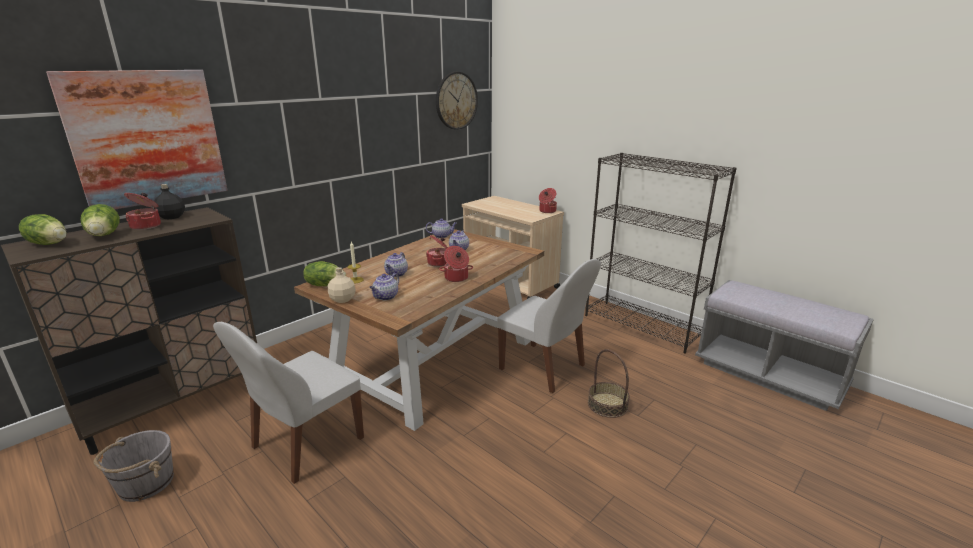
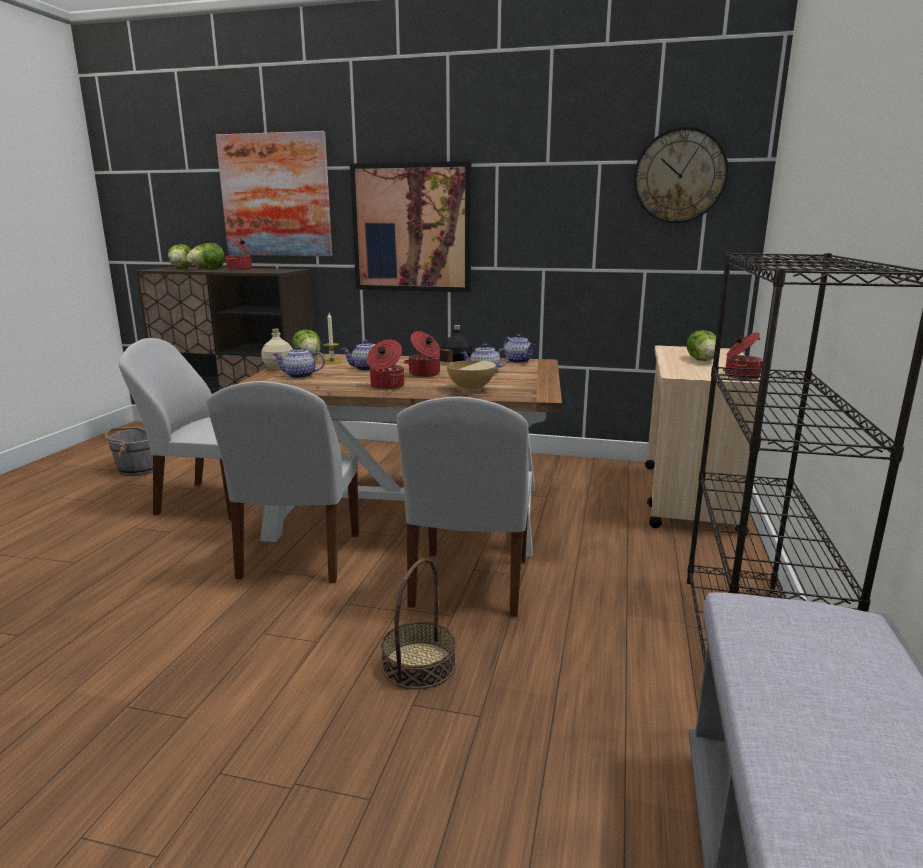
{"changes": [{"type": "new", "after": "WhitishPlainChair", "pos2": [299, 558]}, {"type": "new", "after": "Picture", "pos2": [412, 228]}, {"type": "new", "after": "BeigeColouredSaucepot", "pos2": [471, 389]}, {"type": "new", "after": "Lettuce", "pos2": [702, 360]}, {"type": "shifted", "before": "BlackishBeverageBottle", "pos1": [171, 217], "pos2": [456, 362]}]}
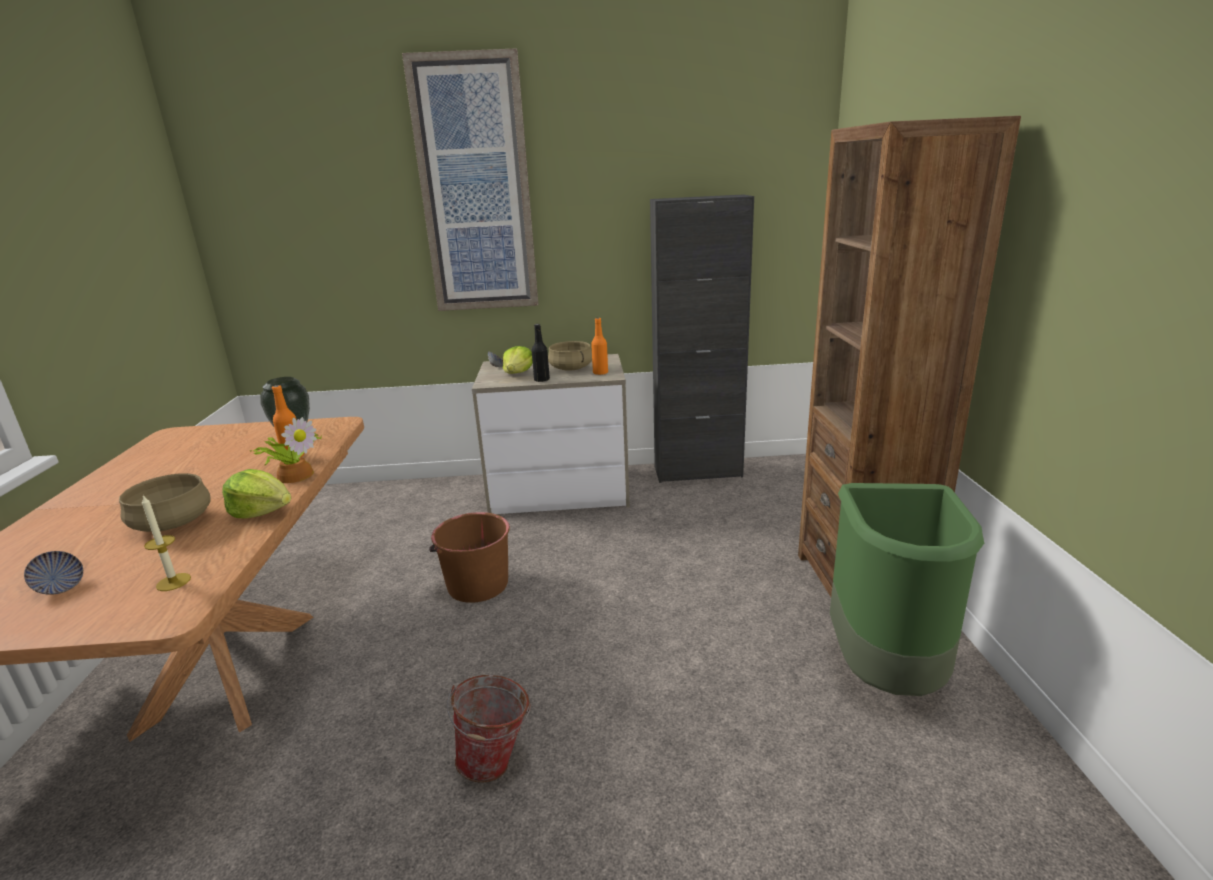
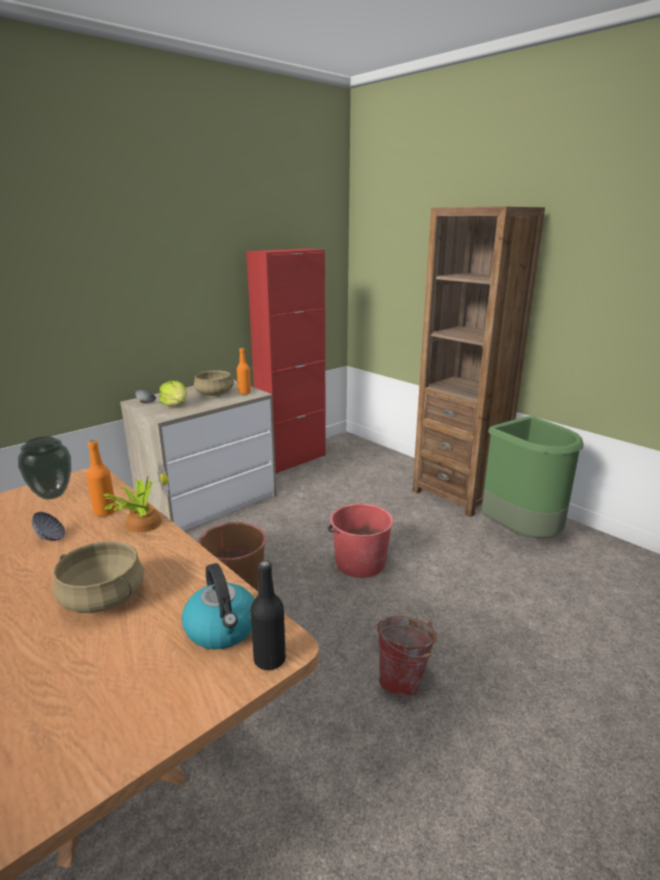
{"changes": [{"type": "gone", "before": "Lettuce", "pos1": [262, 511]}, {"type": "gone", "before": "Picture", "pos1": [475, 188]}, {"type": "new", "after": "ReddishPail", "pos2": [359, 562]}, {"type": "shifted", "before": "Bowl", "pos1": [60, 587], "pos2": [51, 538]}, {"type": "shifted", "before": "BlackishBeverageBottle", "pos1": [541, 380], "pos2": [269, 659]}, {"type": "swapped", "before": "WaxCandle", "after": "Kettle", "pos1": [173, 582], "pos2": [222, 629]}, {"type": "repainted", "before": "BlackishStorageCabinet", "after": "ReddishStorageCabinet", "pos1": [697, 472], "pos2": [292, 460]}]}
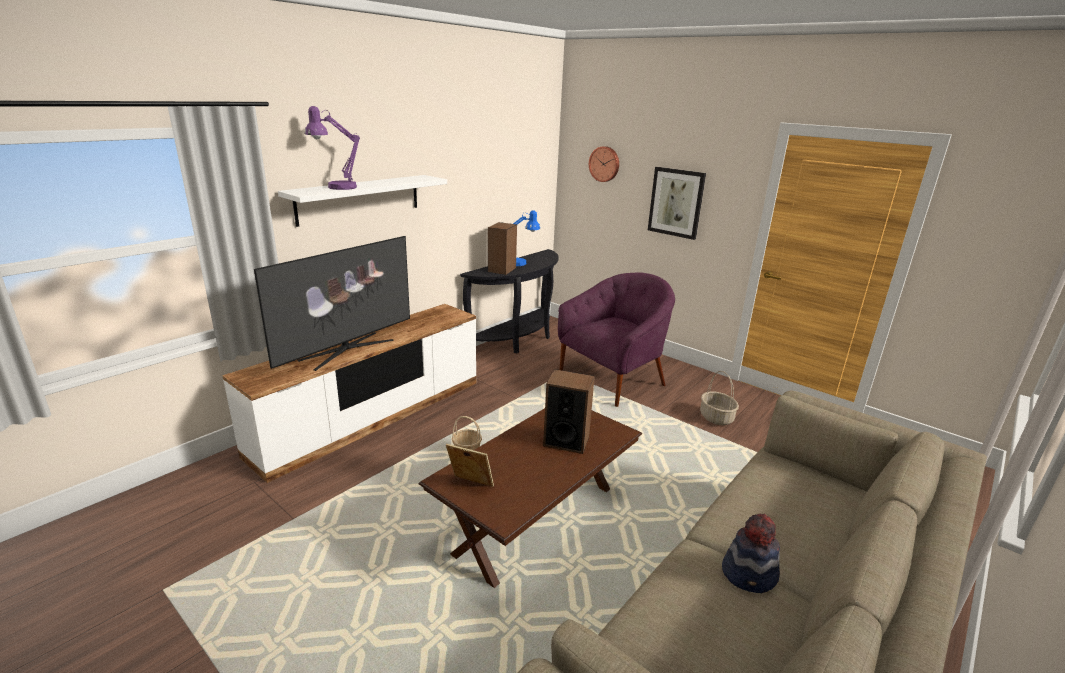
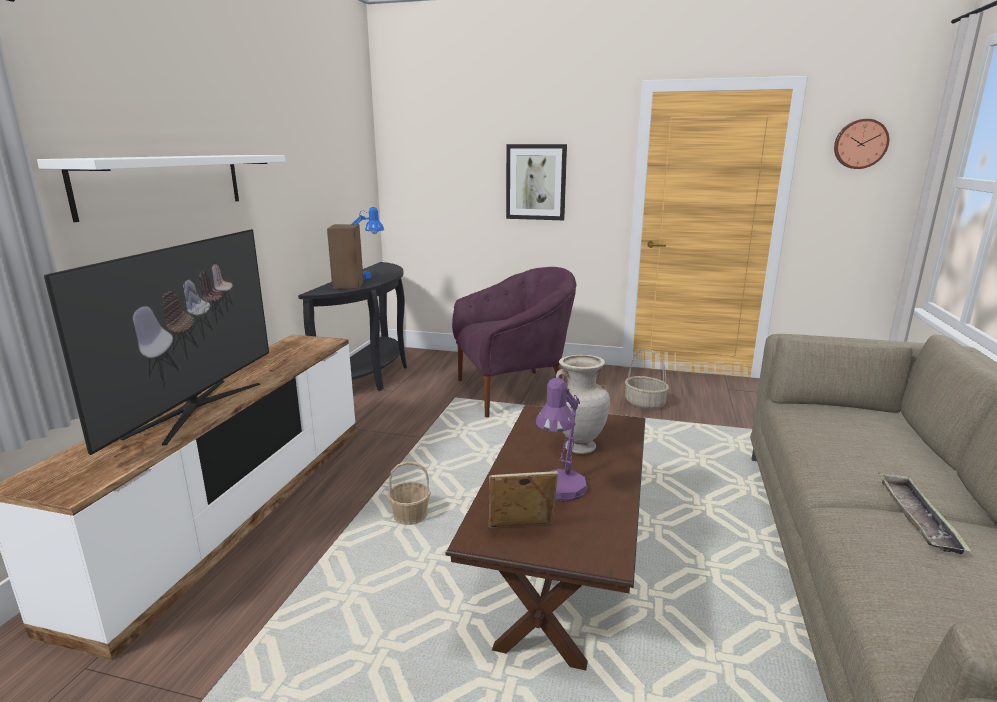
{"changes": [{"type": "shifted", "before": "PurplishTableLamp", "pos1": [336, 188], "pos2": [560, 493]}, {"type": "shifted", "before": "ClockOnTheWall", "pos1": [604, 164], "pos2": [860, 144]}, {"type": "swapped", "before": "Speaker", "after": "BeigeColouredFlowerVase", "pos1": [566, 441], "pos2": [579, 447]}, {"type": "swapped", "before": "ClothingHat", "after": "CarryingTray", "pos1": [750, 574], "pos2": [917, 517]}, {"type": "rotated", "before": "PurplishArmchair", "pos1": [613, 379], "pos2": [513, 392], "turn": 45}]}
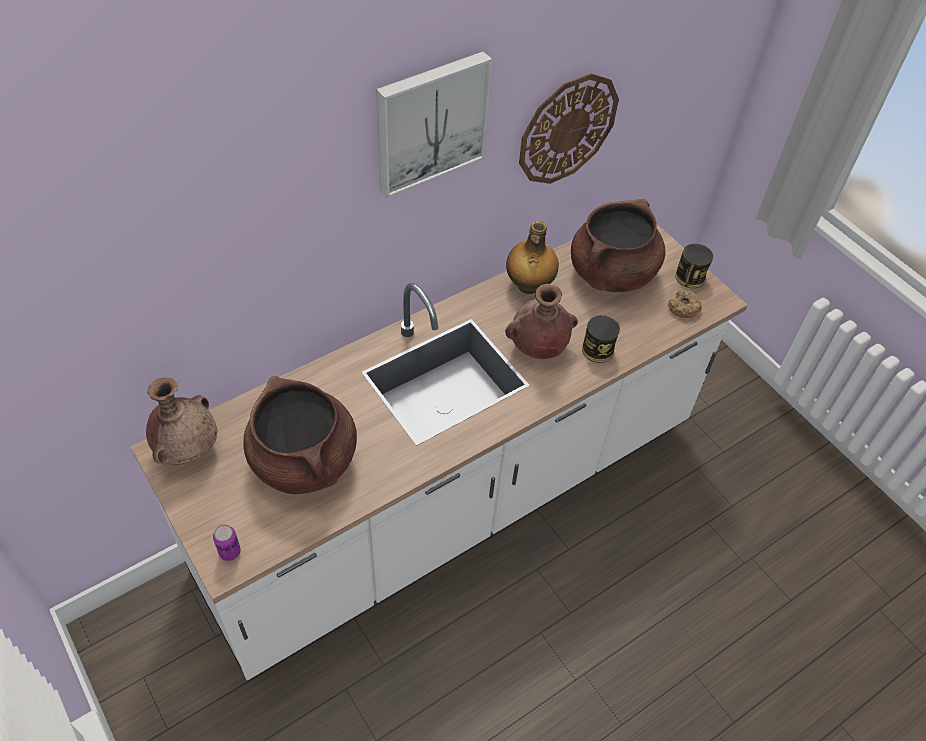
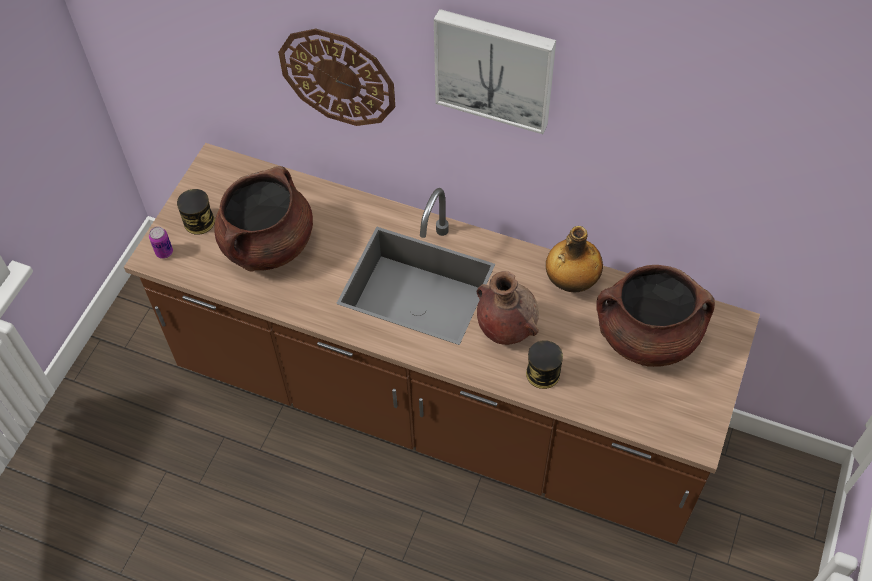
{"changes": [{"type": "gone", "before": "BrownColouredFlowerVase", "pos1": [188, 448]}, {"type": "gone", "before": "RingDoughnut", "pos1": [683, 308]}, {"type": "shifted", "before": "ClockOnTheWall", "pos1": [567, 129], "pos2": [338, 77]}, {"type": "shifted", "before": "Can", "pos1": [690, 277], "pos2": [199, 222]}, {"type": "repainted", "before": "WhitishKitchenCounter", "after": "BrownColouredKitchenCounter", "pos1": [454, 500], "pos2": [439, 407]}]}
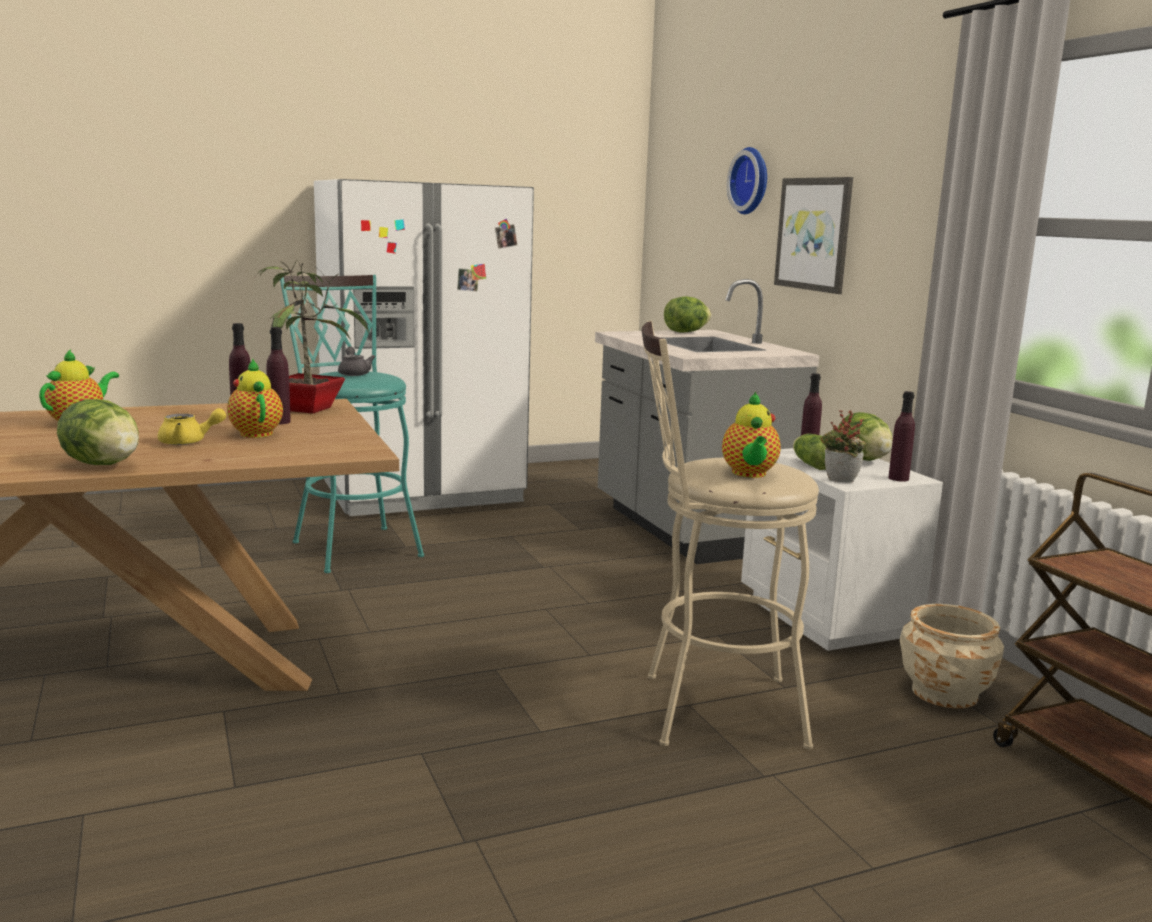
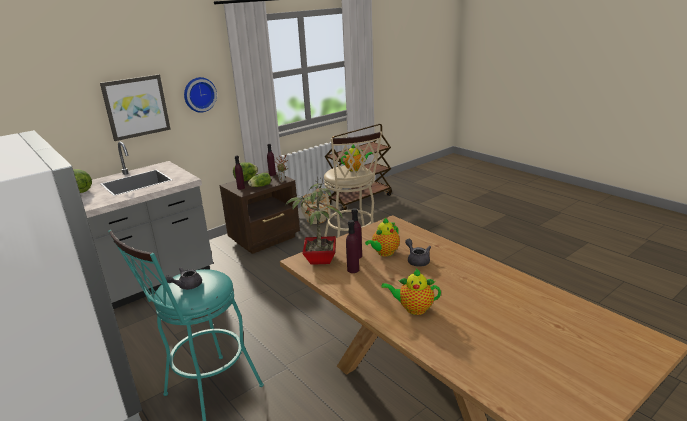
{"changes": [{"type": "gone", "before": "Lettuce", "pos1": [103, 464]}, {"type": "shifted", "before": "ClockOnTheWall", "pos1": [752, 181], "pos2": [199, 94]}, {"type": "repainted", "before": "YellowColouredTeaPot", "after": "GreyishTeaPot", "pos1": [189, 442], "pos2": [417, 260]}, {"type": "repainted", "before": "WhitishBedsideTable", "after": "BrownColouredBedsideTable", "pos1": [826, 619], "pos2": [266, 239]}]}
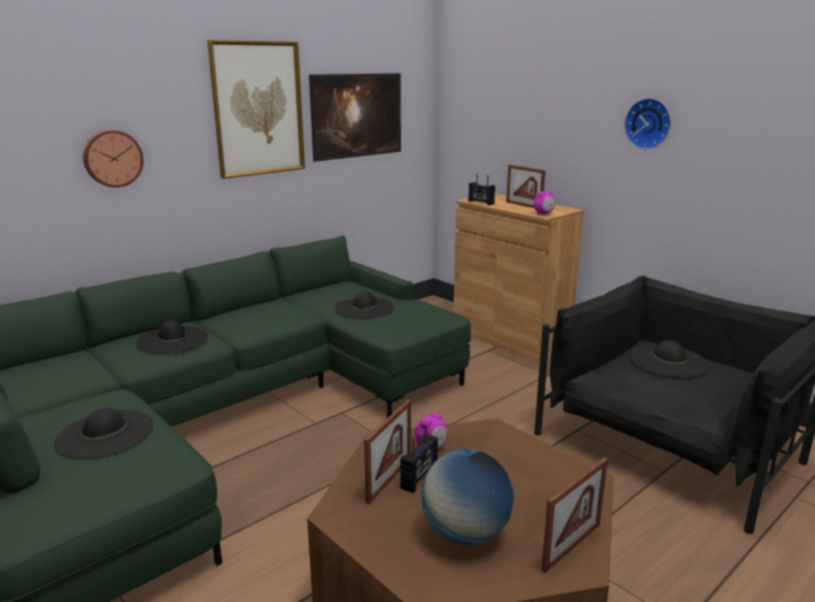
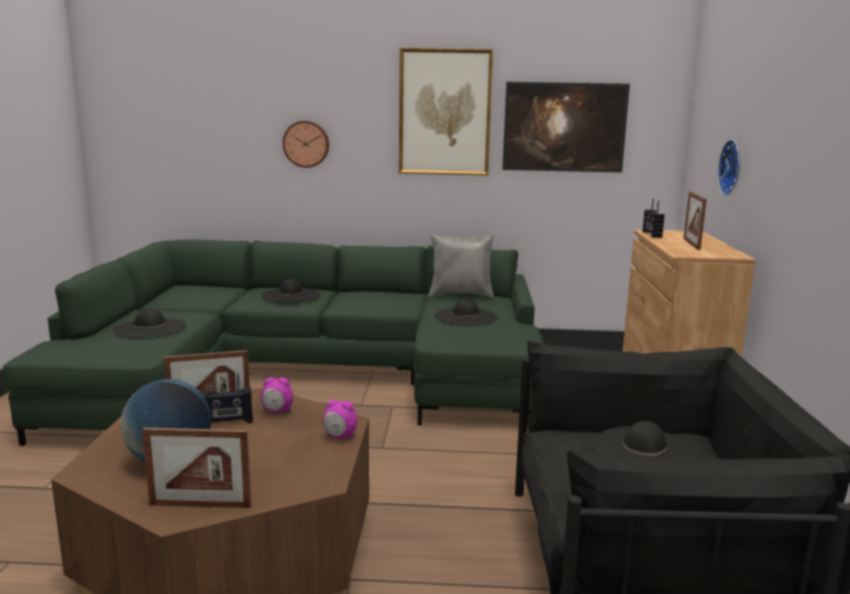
{"changes": [{"type": "new", "after": "GreyishThrowPillow", "pos2": [461, 295]}, {"type": "shifted", "before": "TableClock", "pos1": [543, 214], "pos2": [340, 437]}, {"type": "shifted", "before": "ClockOnTheWall", "pos1": [649, 123], "pos2": [733, 167]}]}
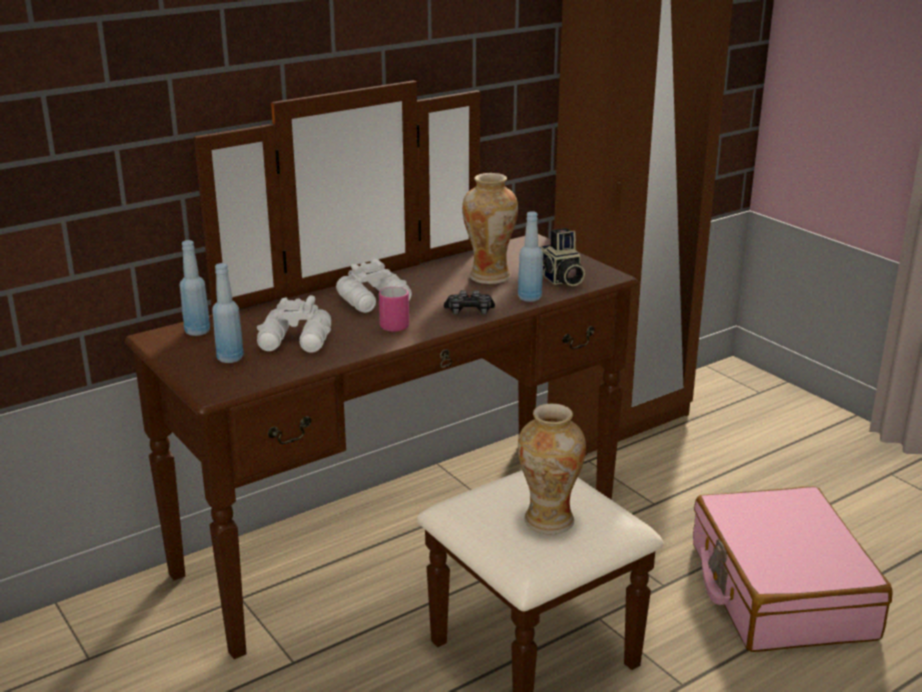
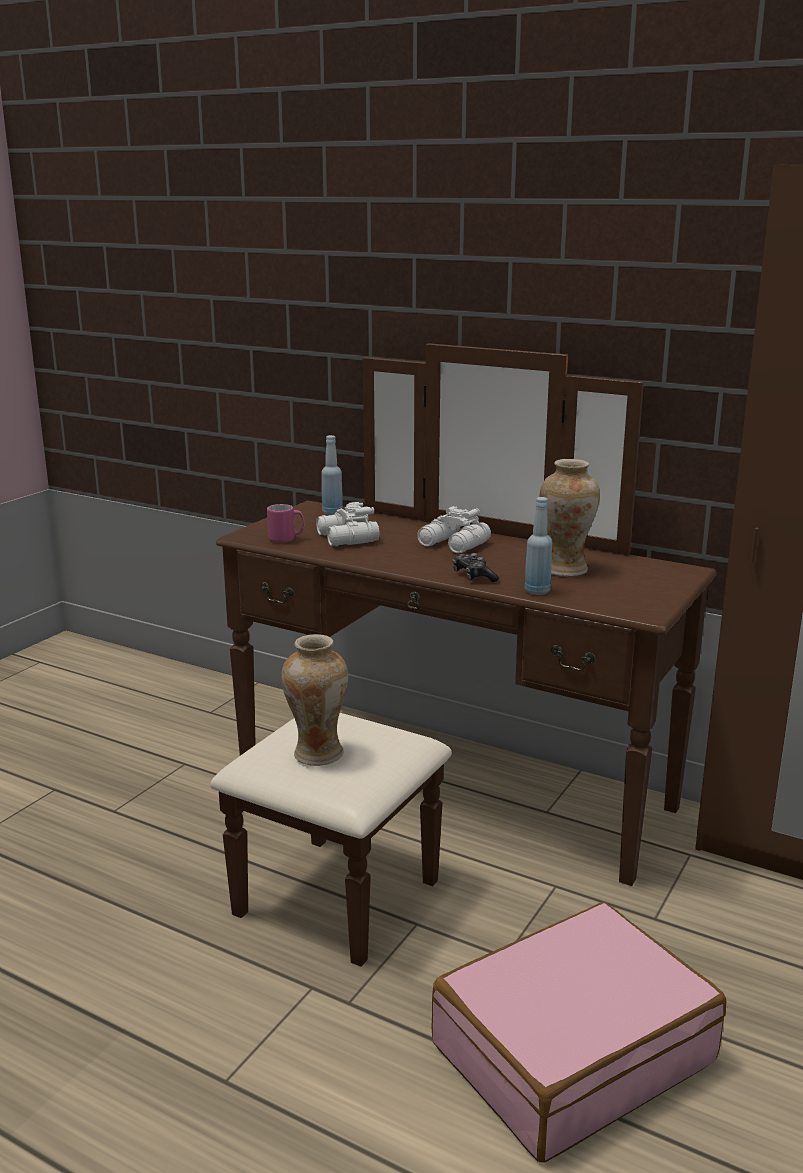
{"changes": [{"type": "gone", "before": "BluishBeverageBottle", "pos1": [230, 358]}, {"type": "gone", "before": "PhotoCamera", "pos1": [559, 279]}, {"type": "shifted", "before": "PinkColouredCoffeeMug", "pos1": [396, 324], "pos2": [286, 539]}]}
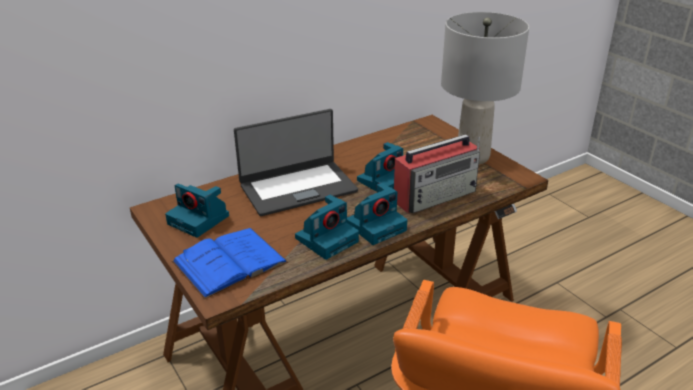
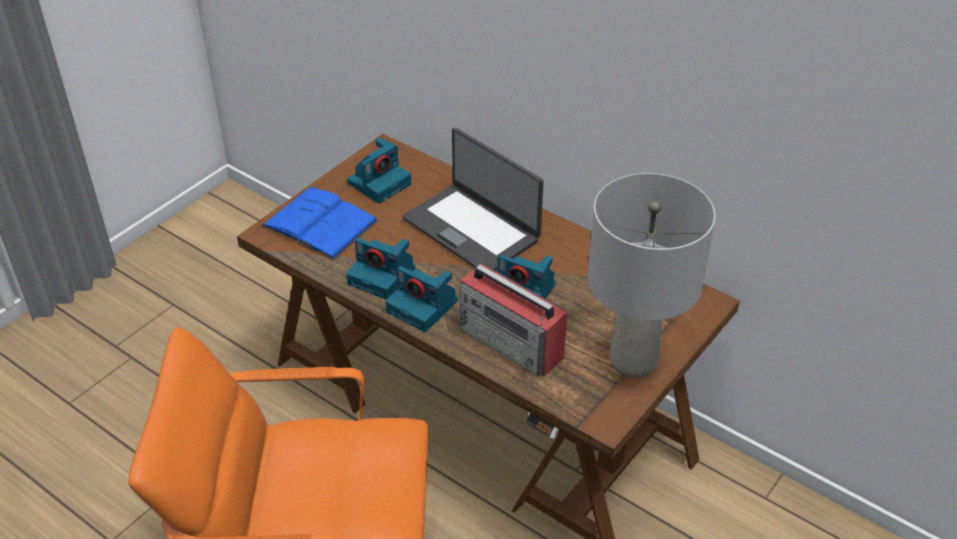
{"changes": [{"type": "rotated", "before": "PhotoCamera", "pos1": [200, 220], "pos2": [379, 182], "turn": -150}]}
